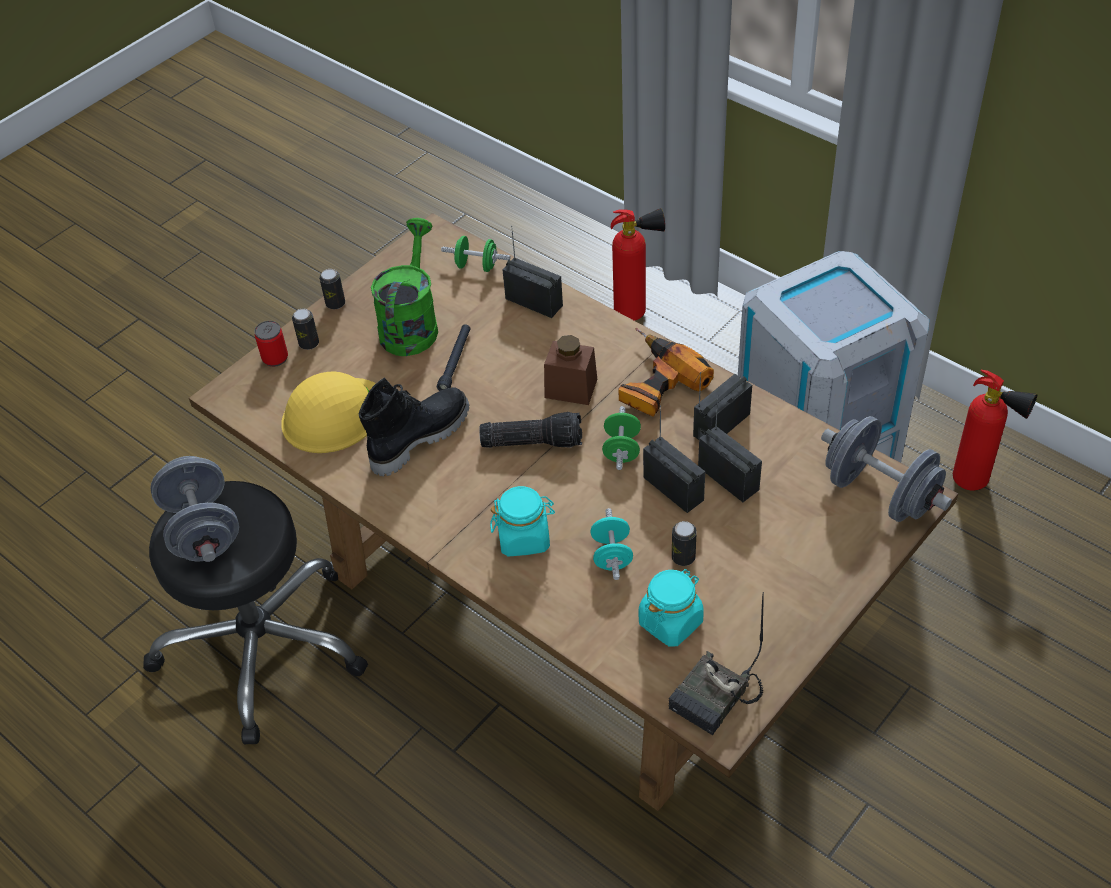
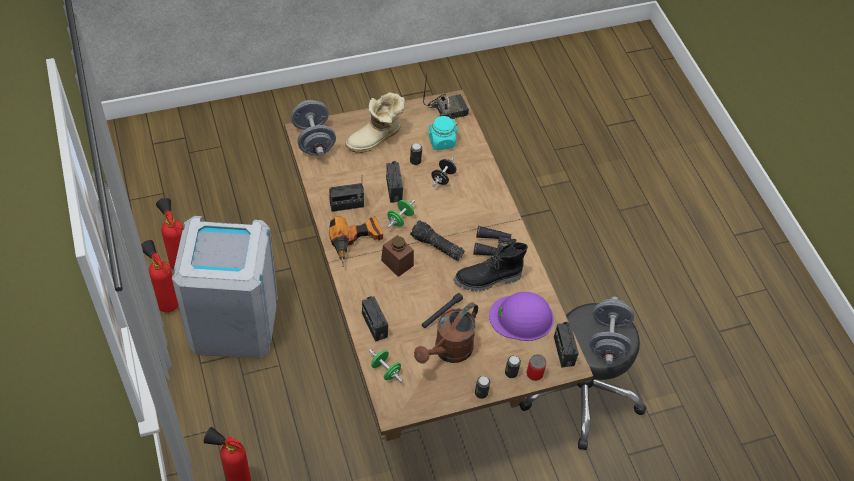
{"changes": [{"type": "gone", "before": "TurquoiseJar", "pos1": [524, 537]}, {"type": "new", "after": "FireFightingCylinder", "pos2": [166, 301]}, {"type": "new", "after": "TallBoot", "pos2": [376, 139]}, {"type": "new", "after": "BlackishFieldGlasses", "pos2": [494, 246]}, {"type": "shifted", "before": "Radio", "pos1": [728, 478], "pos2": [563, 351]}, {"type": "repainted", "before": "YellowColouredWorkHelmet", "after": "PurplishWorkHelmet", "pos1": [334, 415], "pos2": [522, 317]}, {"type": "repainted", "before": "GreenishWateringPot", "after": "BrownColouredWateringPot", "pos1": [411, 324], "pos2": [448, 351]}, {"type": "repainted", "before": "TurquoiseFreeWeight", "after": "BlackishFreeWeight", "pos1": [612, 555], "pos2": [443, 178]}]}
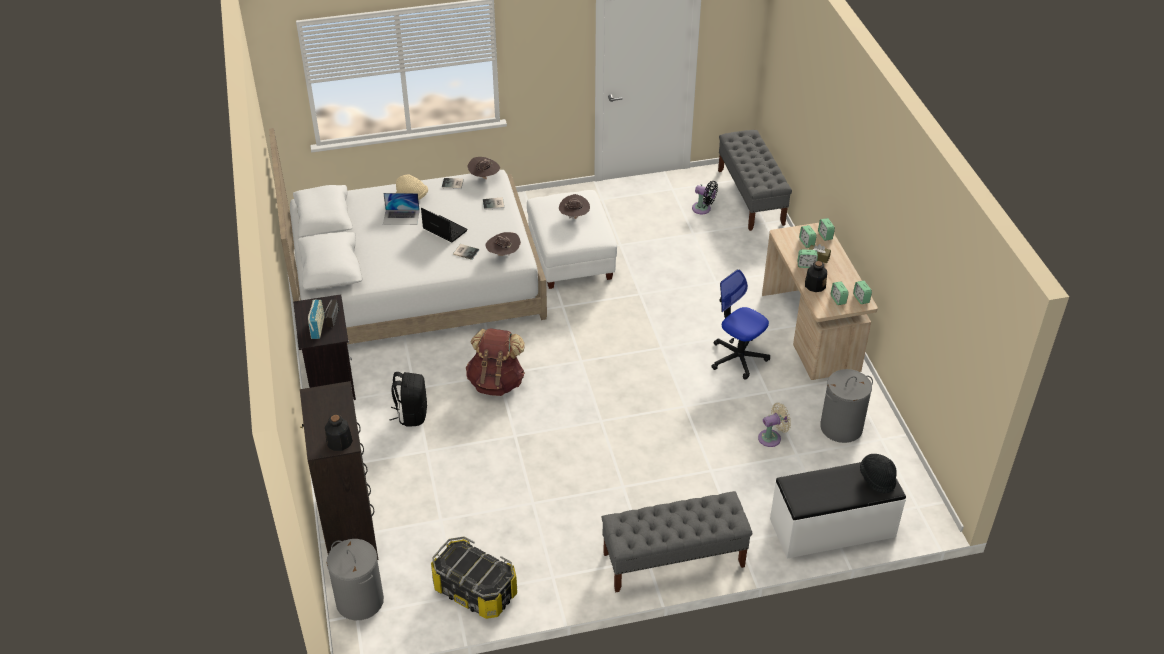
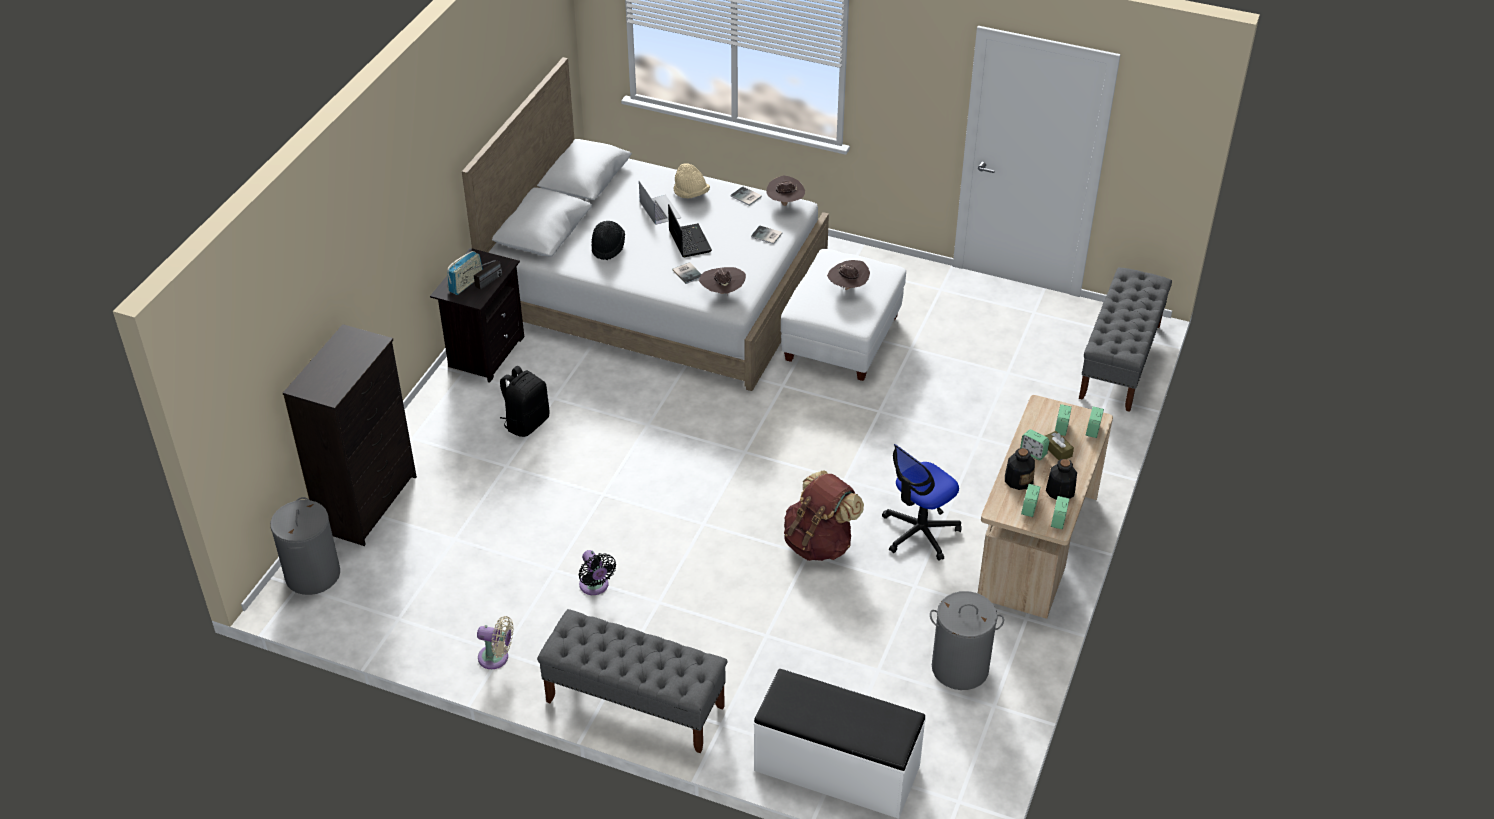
{"changes": [{"type": "gone", "before": "StorageContainer", "pos1": [475, 590]}, {"type": "shifted", "before": "BeverageBottle", "pos1": [339, 442], "pos2": [1060, 491]}, {"type": "shifted", "before": "BrownColouredRucksack", "pos1": [496, 382], "pos2": [819, 543]}, {"type": "shifted", "before": "BlackishCoolingFan", "pos1": [703, 209], "pos2": [595, 586]}, {"type": "shifted", "before": "BeigeColouredCoolingFan", "pos1": [772, 437], "pos2": [496, 658]}, {"type": "shifted", "before": "BlackishClothingHat", "pos1": [877, 478], "pos2": [608, 247]}, {"type": "rotated", "before": "PortableComputer", "pos1": [401, 217], "pos2": [660, 209], "turn": -150}, {"type": "rotated", "before": "OfficeChair", "pos1": [738, 357], "pos2": [919, 532], "turn": -120}]}
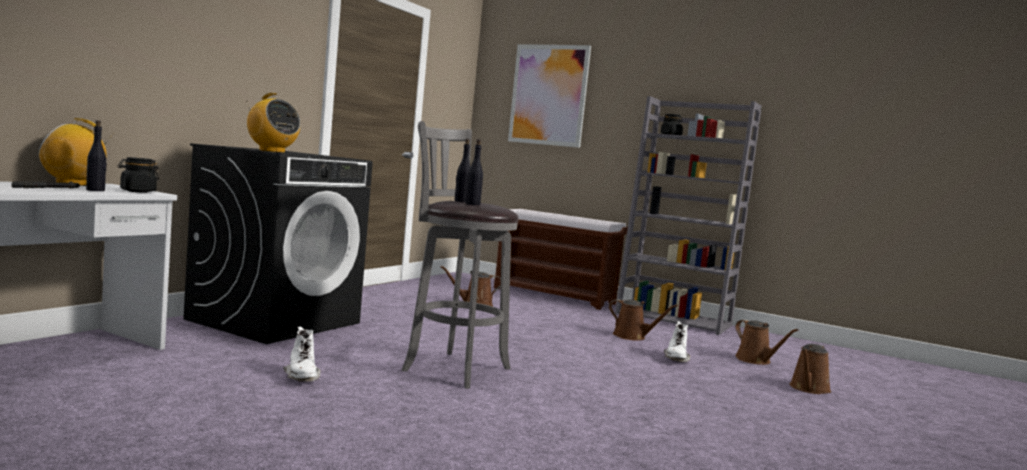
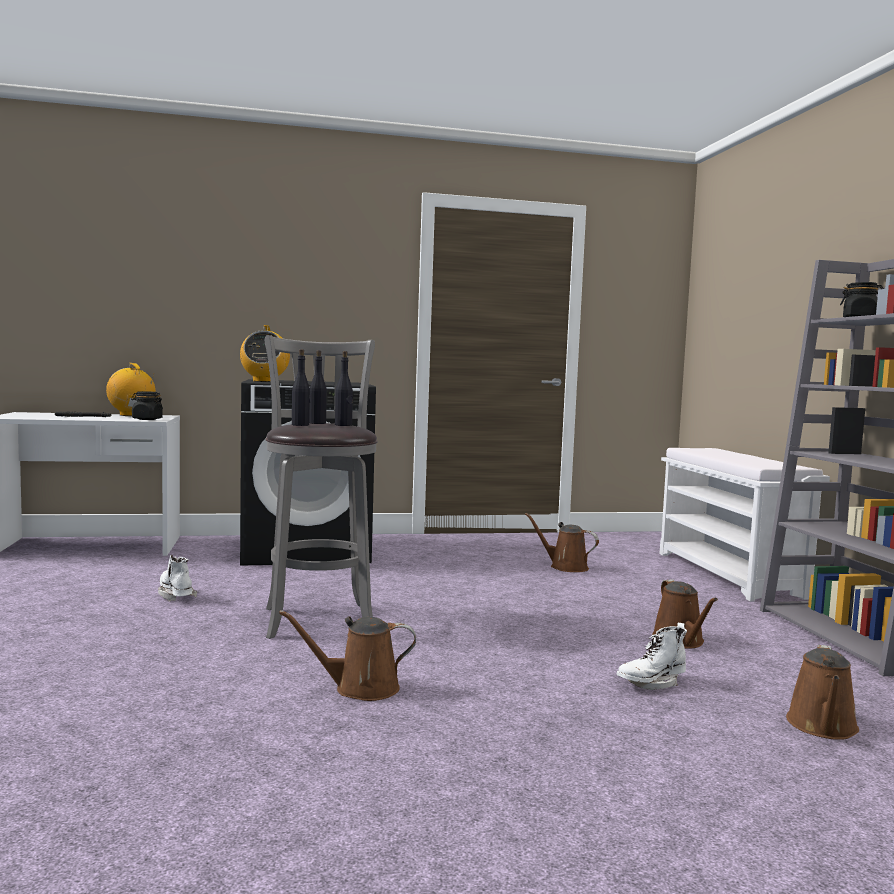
{"changes": [{"type": "gone", "before": "Picture", "pos1": [548, 95]}, {"type": "shifted", "before": "BlackishBeverageBottle", "pos1": [95, 190], "pos2": [343, 425]}, {"type": "shifted", "before": "BrownColouredWateringPot", "pos1": [808, 389], "pos2": [360, 688]}, {"type": "repainted", "before": "BrownColouredIndoorBench", "after": "WhitishIndoorBench", "pos1": [555, 296], "pos2": [730, 575]}, {"type": "rotated", "before": "WhitishTallBoot", "pos1": [302, 378], "pos2": [176, 595], "turn": 120}]}
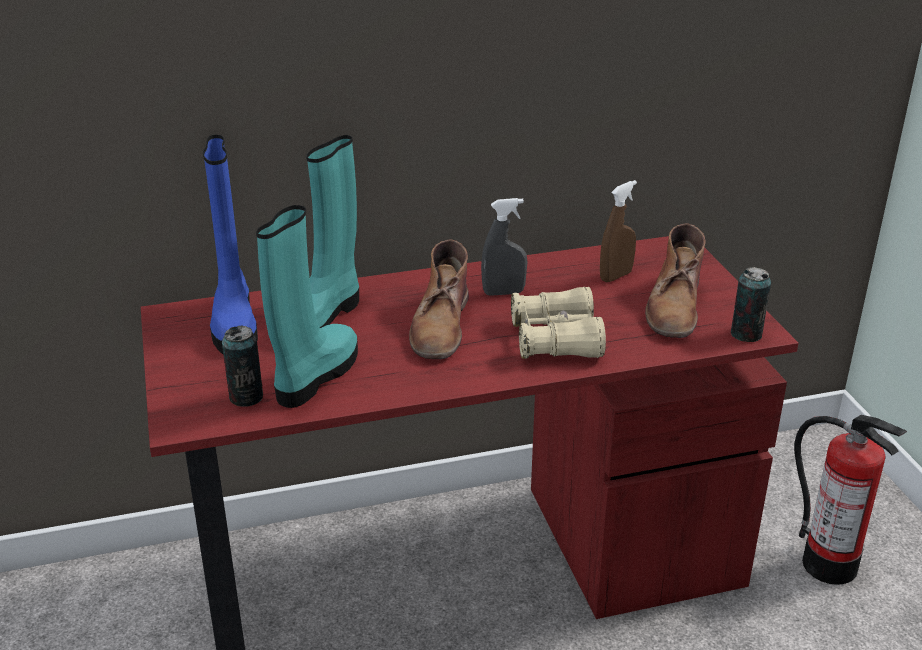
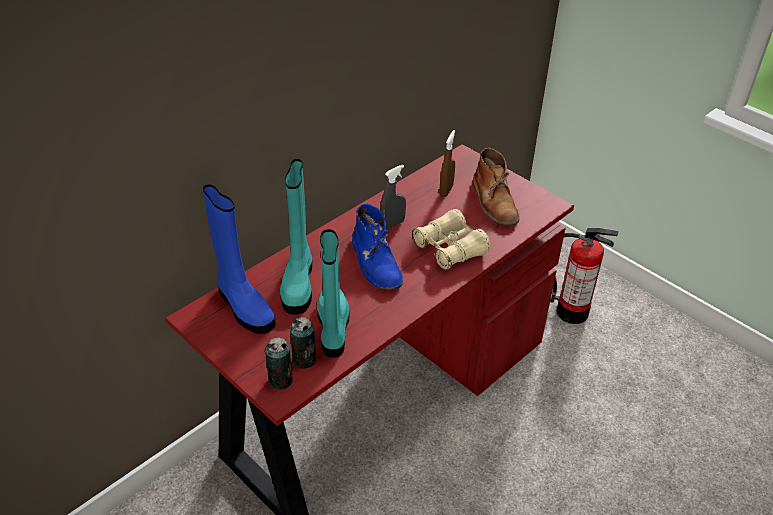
{"changes": [{"type": "shifted", "before": "Can", "pos1": [746, 334], "pos2": [280, 381]}, {"type": "repainted", "before": "BrownColouredTallBoot", "after": "BluishTallBoot", "pos1": [440, 326], "pos2": [376, 262]}]}
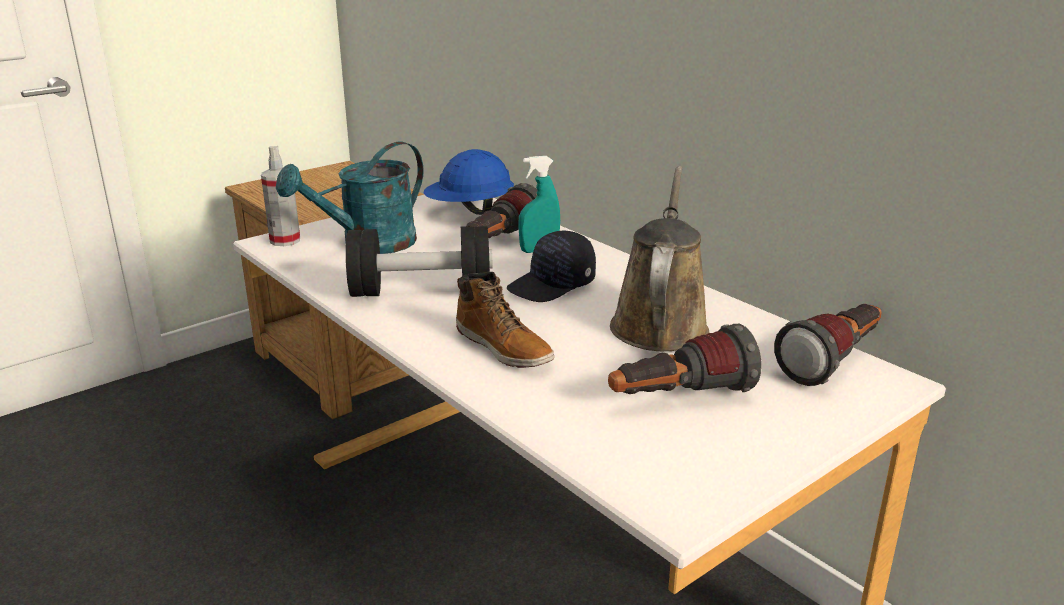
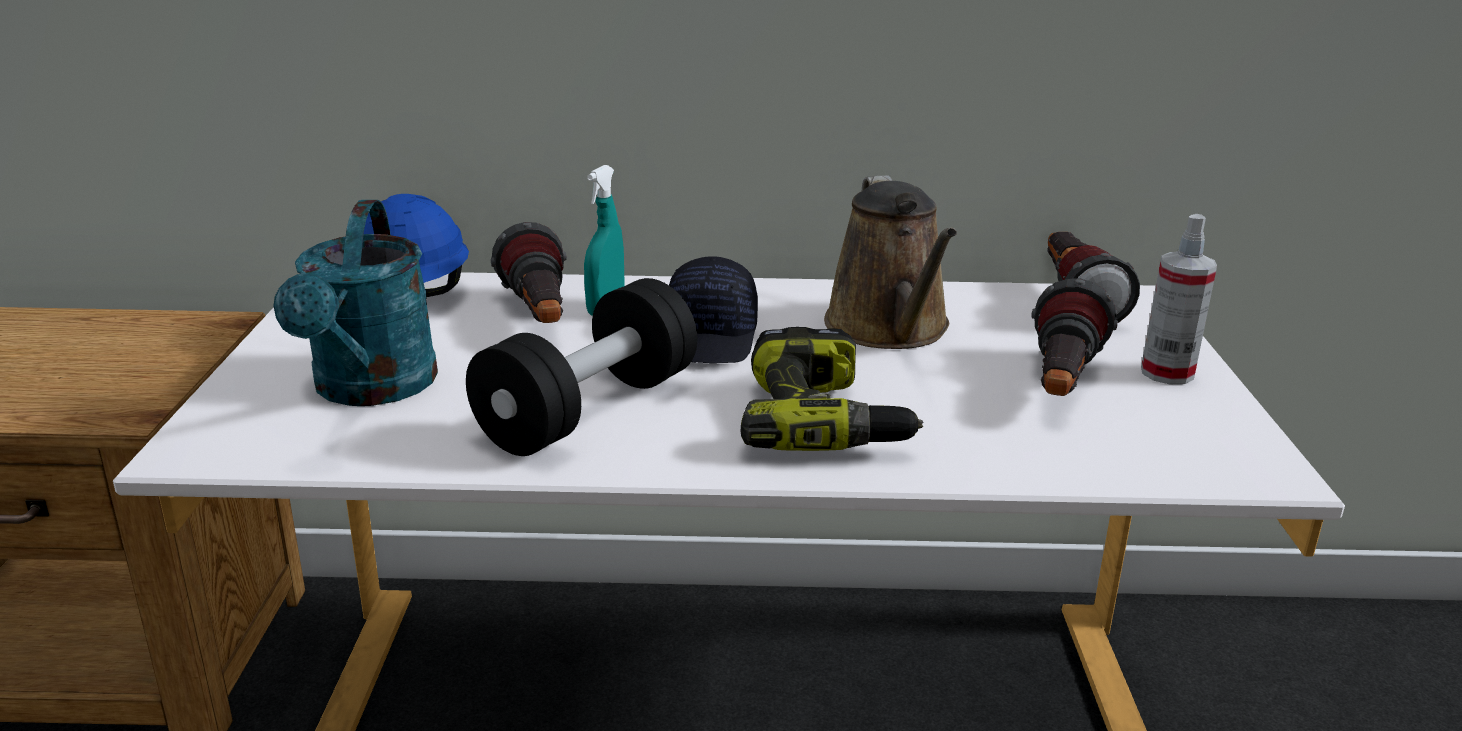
{"changes": [{"type": "shifted", "before": "HandSprayer", "pos1": [285, 240], "pos2": [1167, 373]}, {"type": "swapped", "before": "TallBoot", "after": "ElectricDrill", "pos1": [504, 347], "pos2": [824, 421]}, {"type": "rotated", "before": "BrownColouredWateringPot", "pos1": [660, 323], "pos2": [890, 329], "turn": -150}]}
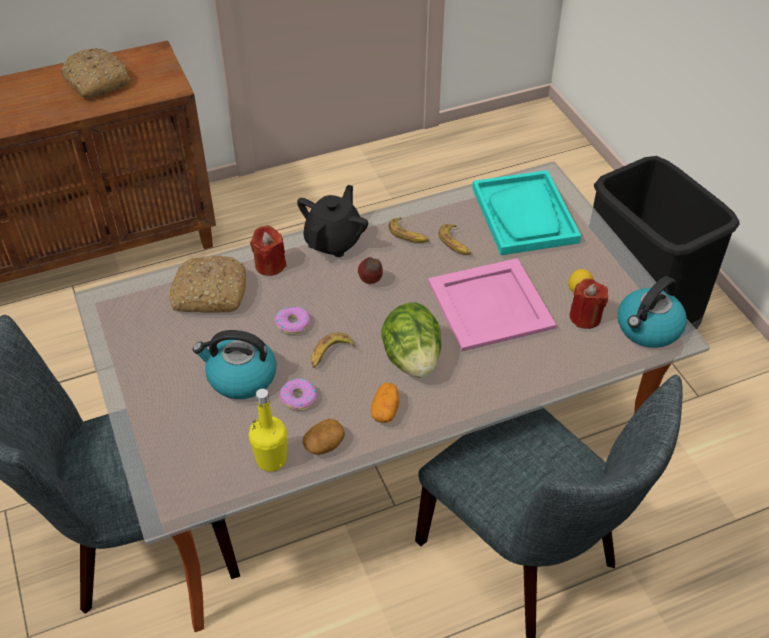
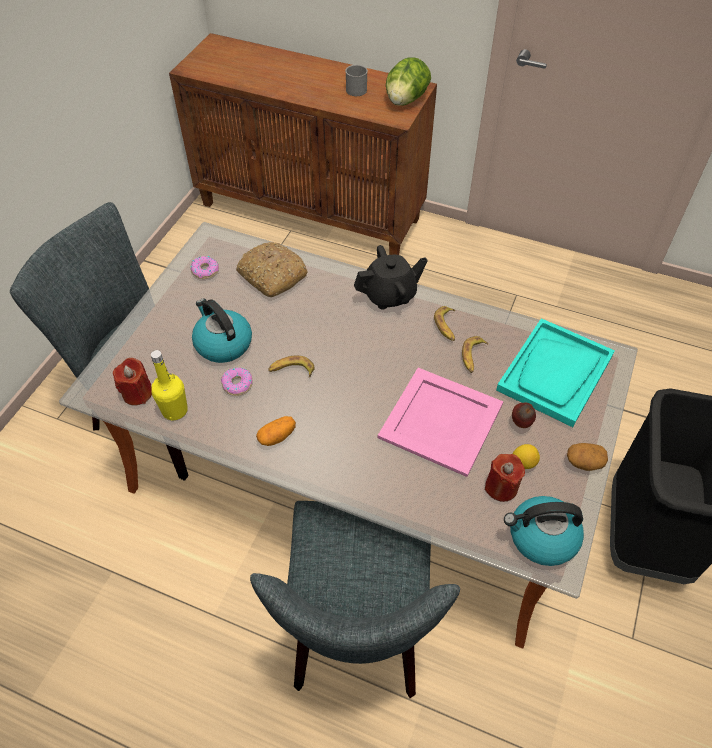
{"changes": [{"type": "shifted", "before": "ReddishWaxCandle", "pos1": [270, 265], "pos2": [137, 393]}, {"type": "shifted", "before": "RingDoughnut", "pos1": [292, 324], "pos2": [205, 270]}, {"type": "shifted", "before": "Spud", "pos1": [324, 444], "pos2": [584, 462]}, {"type": "shifted", "before": "Apple", "pos1": [371, 281], "pos2": [521, 424]}, {"type": "shifted", "before": "Lettuce", "pos1": [412, 359], "pos2": [405, 100]}, {"type": "swapped", "before": "Bread", "after": "GreyishCoffeeMug", "pos1": [95, 82], "pos2": [357, 88]}]}
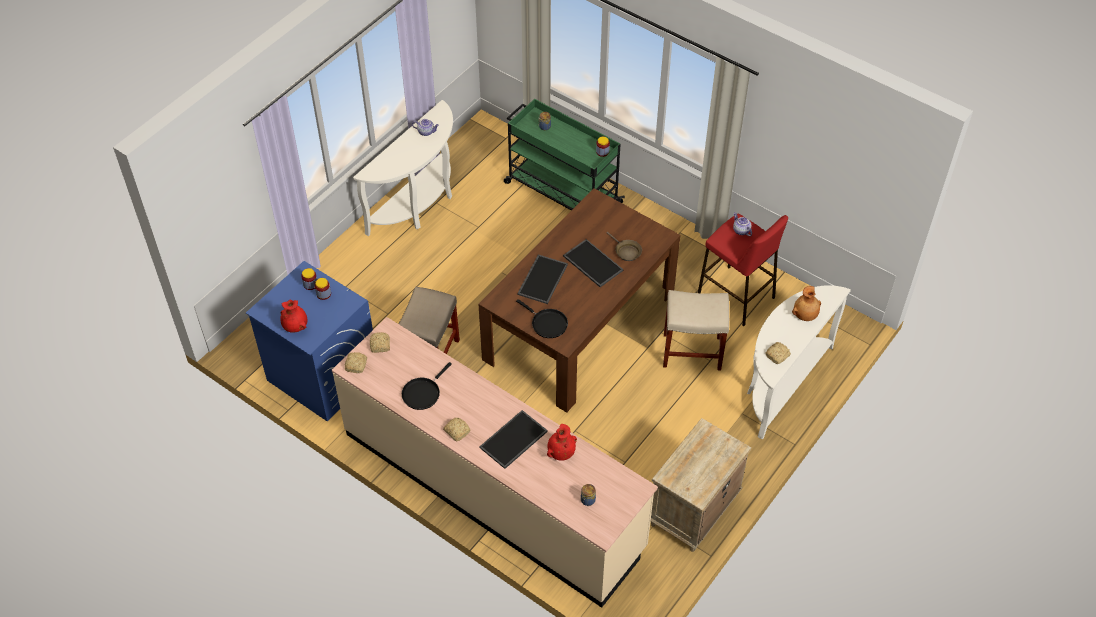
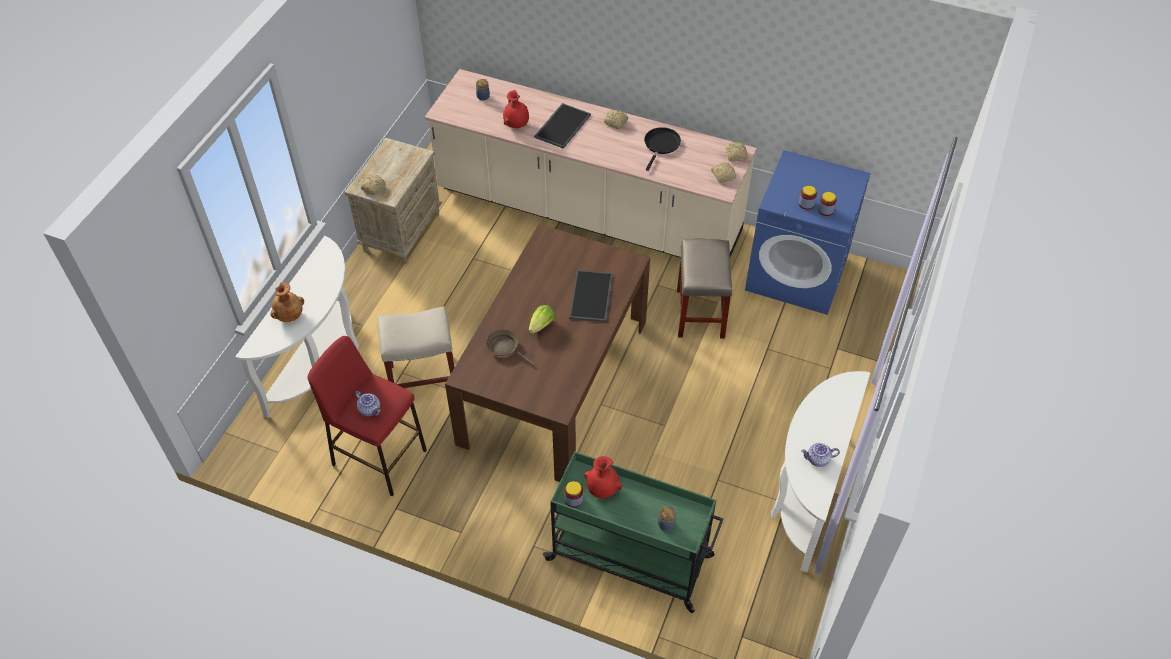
{"changes": [{"type": "gone", "before": "BlackishPan", "pos1": [547, 323]}, {"type": "shifted", "before": "ReddishFlowerVase", "pos1": [295, 326], "pos2": [602, 489]}, {"type": "shifted", "before": "Bread", "pos1": [778, 355], "pos2": [373, 188]}, {"type": "swapped", "before": "CarryingTray", "after": "Lettuce", "pos1": [591, 263], "pos2": [541, 325]}]}
